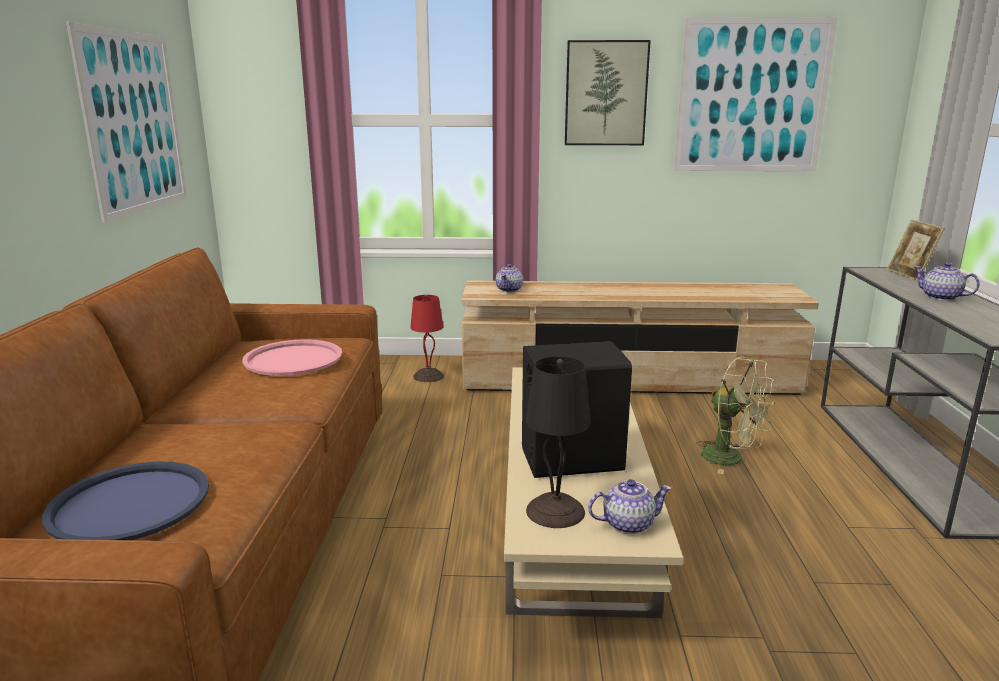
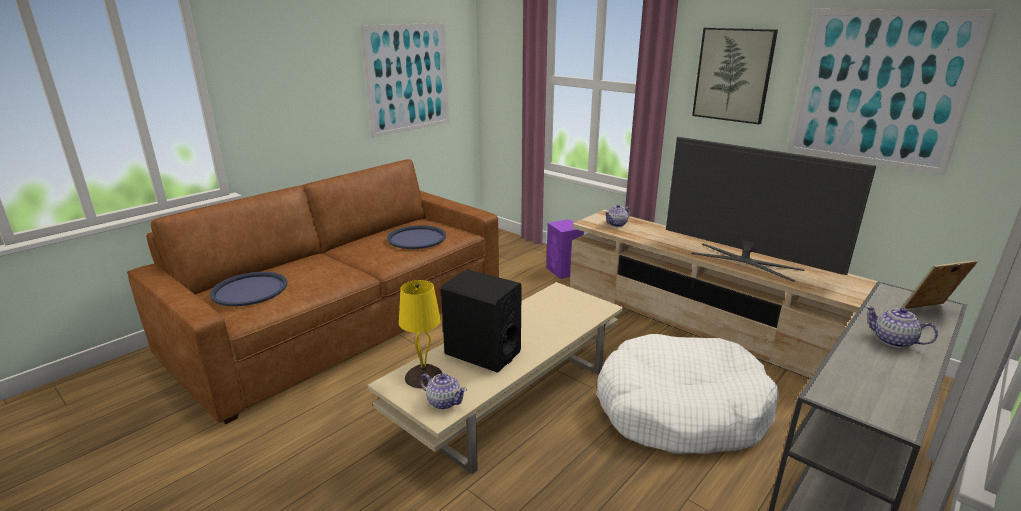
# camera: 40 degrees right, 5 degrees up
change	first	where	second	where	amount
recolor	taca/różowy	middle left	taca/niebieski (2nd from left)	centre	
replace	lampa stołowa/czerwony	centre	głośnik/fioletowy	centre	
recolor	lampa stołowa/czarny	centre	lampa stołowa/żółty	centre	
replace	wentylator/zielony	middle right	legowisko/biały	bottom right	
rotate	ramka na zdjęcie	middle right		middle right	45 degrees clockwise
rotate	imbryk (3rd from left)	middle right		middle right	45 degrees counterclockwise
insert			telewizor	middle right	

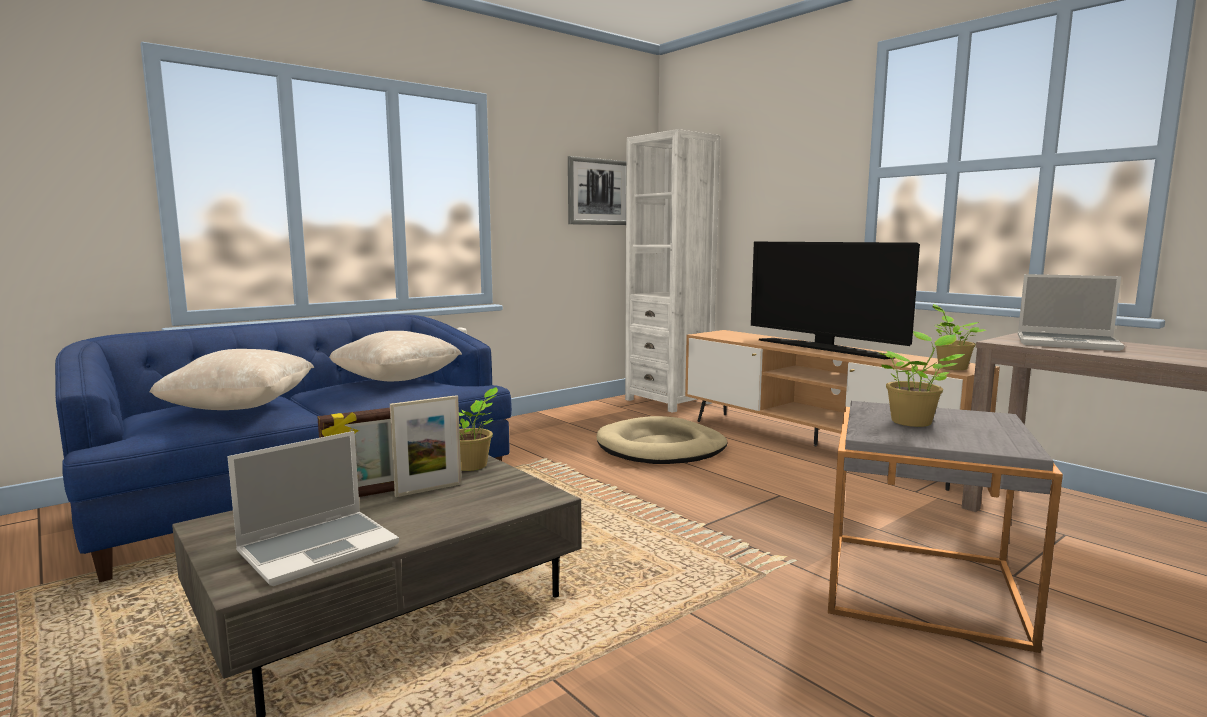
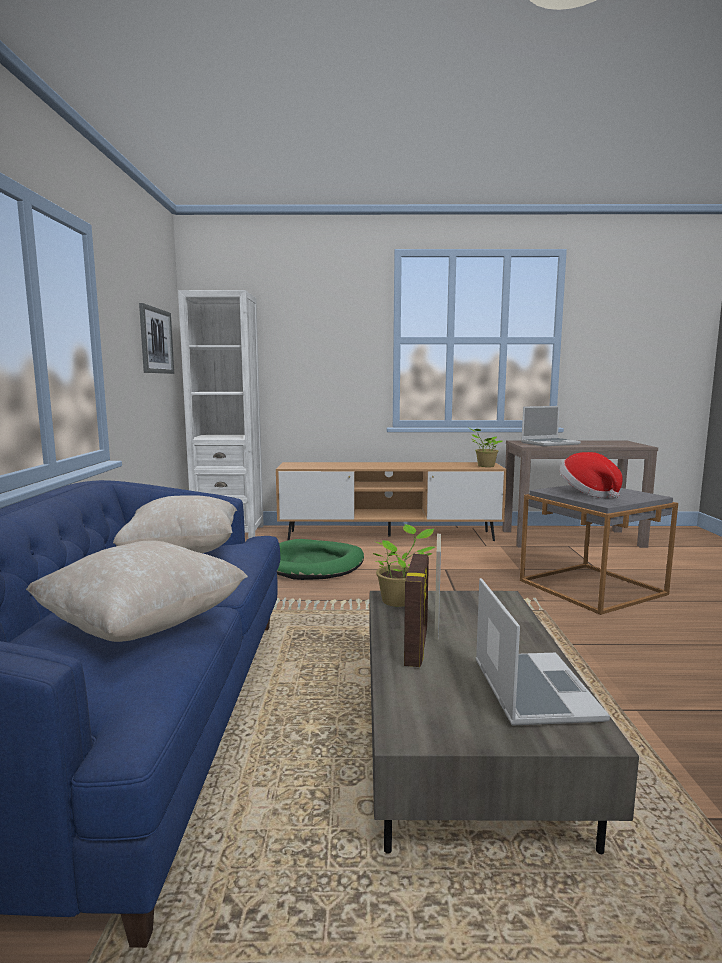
# camera: 50 degrees left, 0 degrees up
change	first	where	second	where	amount
recolor	legowisko/beżowy	centre	legowisko/zielony	centre	
delete	telewizor	middle right			
replace	roślina doniczkowa (2nd from left)	middle right	kapelusz	middle right	

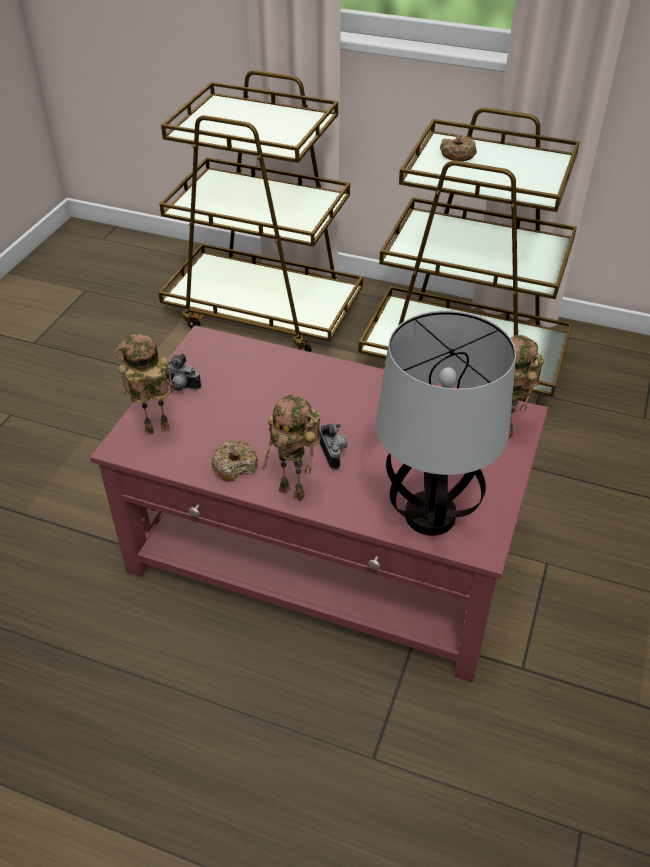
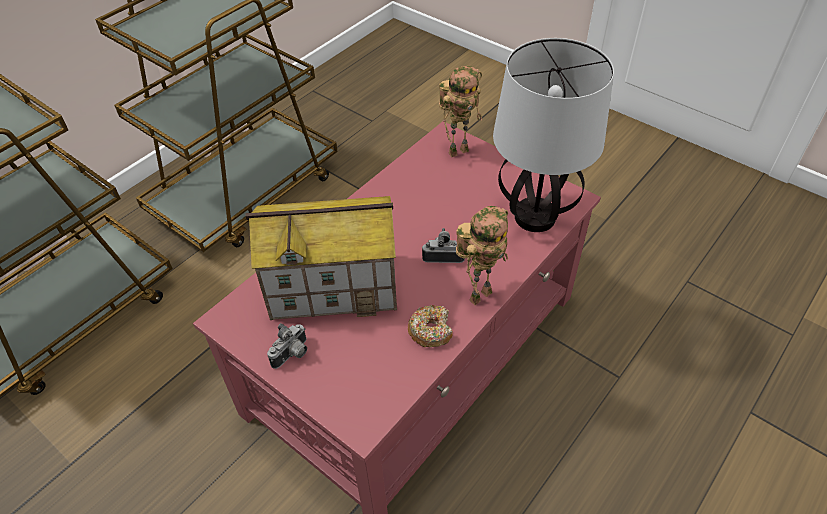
# camera: 70 degrees left, 5 degrees up
change	first	where	second	where	amount
delete	robot zabawkowy (1st from left)	middle left			
delete	donut (2nd from left)	top right			
insert			domek	centre	

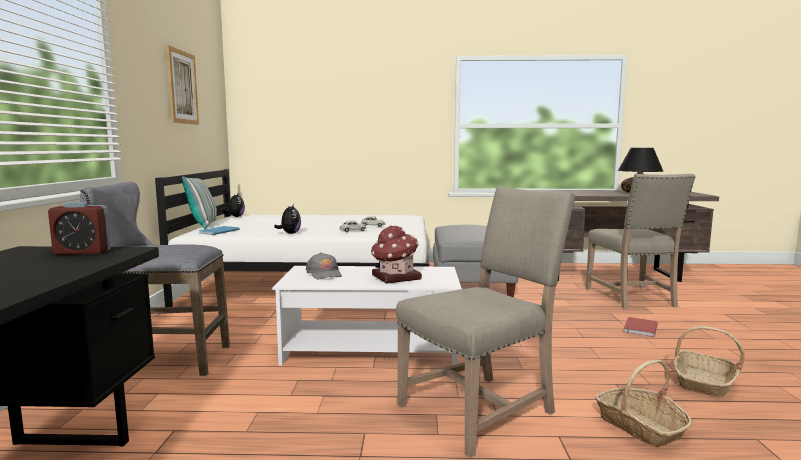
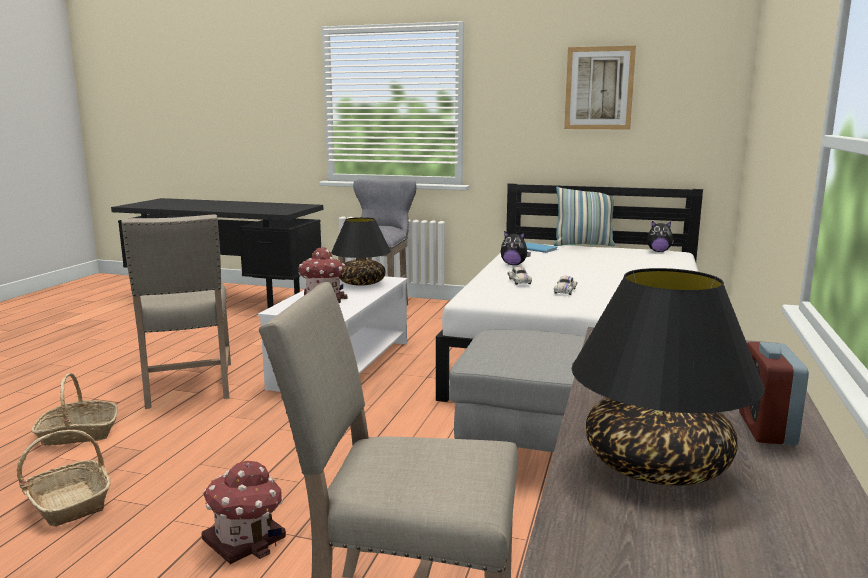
# camera: 105 degrees right, 5 degrees up
change	first	where	second	where	amount
move	budzik	middle left		bottom right	
replace	czapka z daszkiem/szary	centre	lampa stołowa/czarny (1st from left)	centre	
replace	książka/czerwony	bottom right	domek (1st from left)	bottom left	

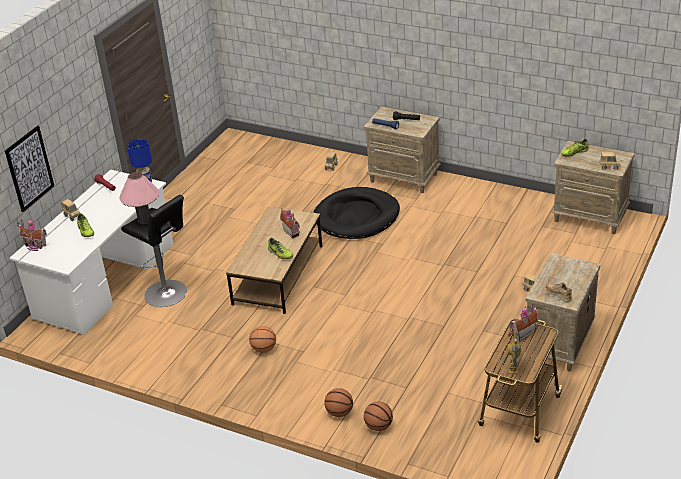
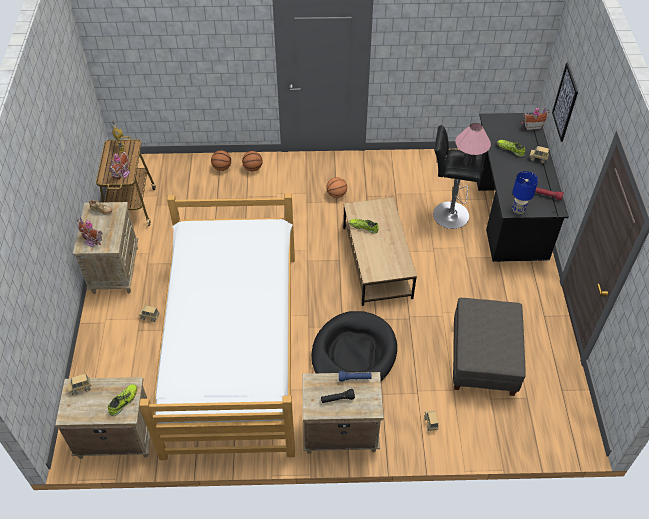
# camera: 150 degrees right, 15 degrees up
change	first	where	second	where	amount
recolor	biurko/biały	middle left	biurko/czarny	middle right	
move	domek (2nd from left in the first image)	centre	domek (1st from left)	middle left	
insert			łóżko	centre	
insert			pufa/szary	bottom right	

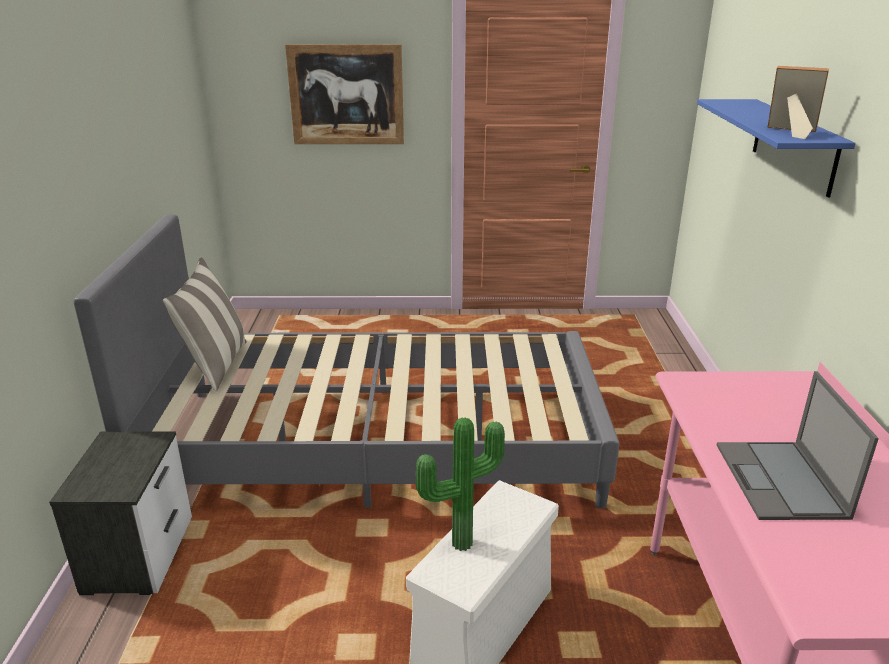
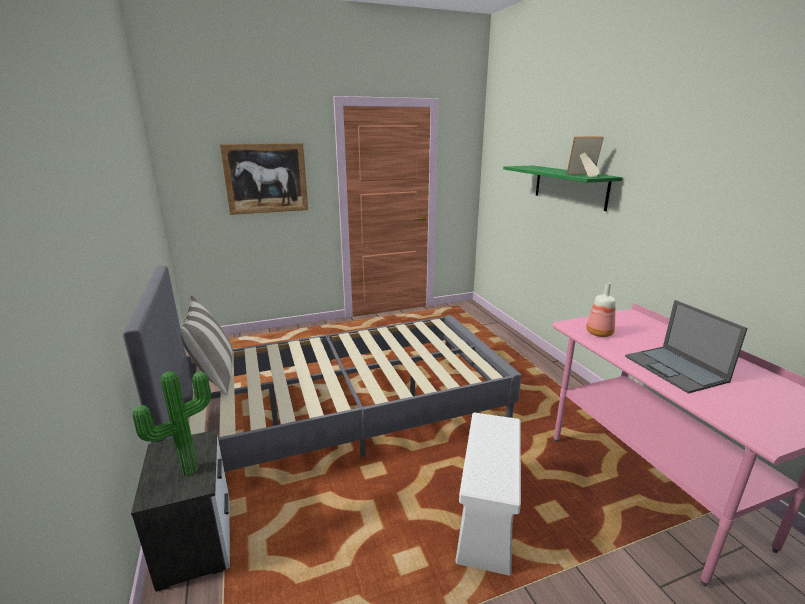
# camera: 20 degrees left, 5 degrees down
change	first	where	second	where	amount
move	roślina doniczkowa	bottom centre		bottom left	
recolor	półka/niebieski	top right	półka/zielony	top right	
insert			butelka	middle right	

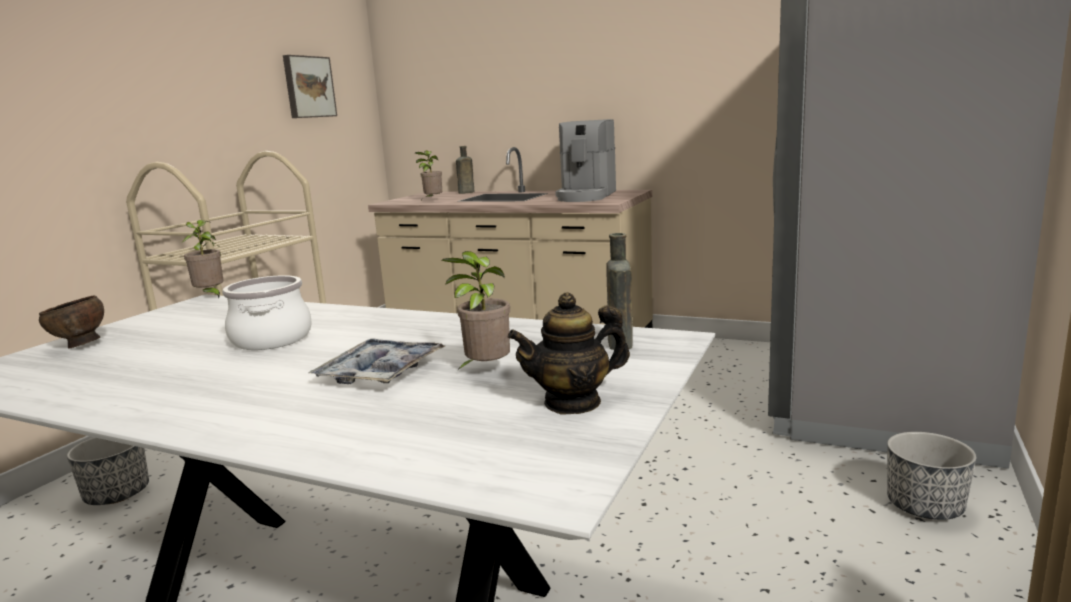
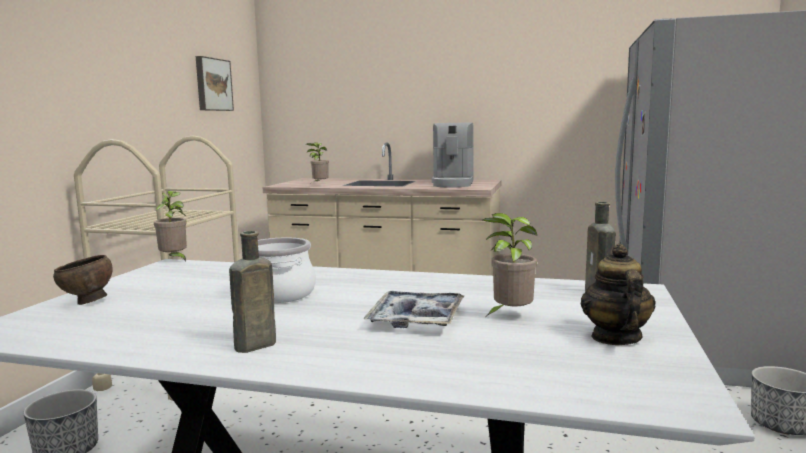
# camera: 10 degrees left, 5 degrees down
change	first	where	second	where	amount
move	butelka/brązowy (1st from left)	top centre		middle left	
rotate	imbryk	centre		middle right	120 degrees clockwise

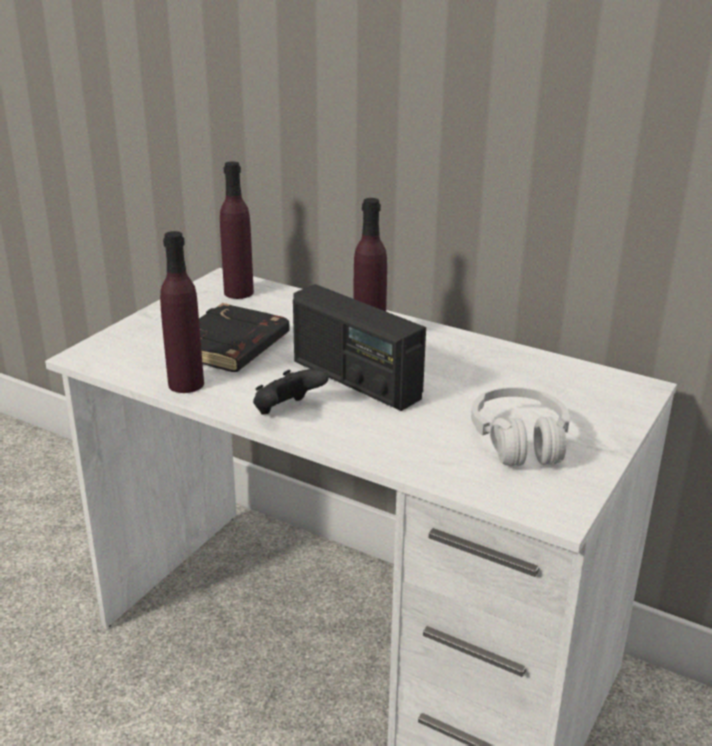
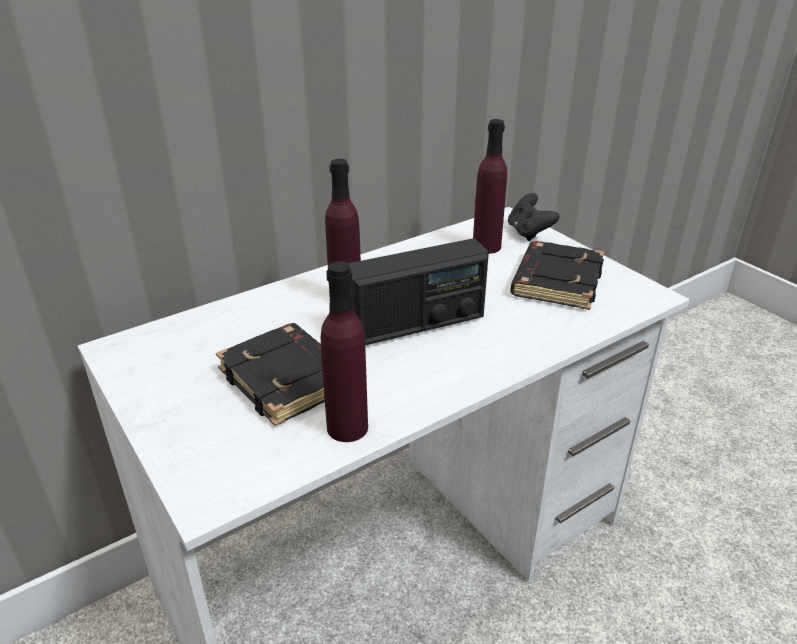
# camera: 65 degrees left, 5 degrees up
change	first	where	second	where	amount
move	butelka/fioletowy (2nd from left in the first image)	top left	butelka/fioletowy (3rd from left)	top centre	
move	pad do gier/czarny	centre		middle right	
replace	słuchawki/biały	middle right	książka/czarny (2nd from left)	middle right	

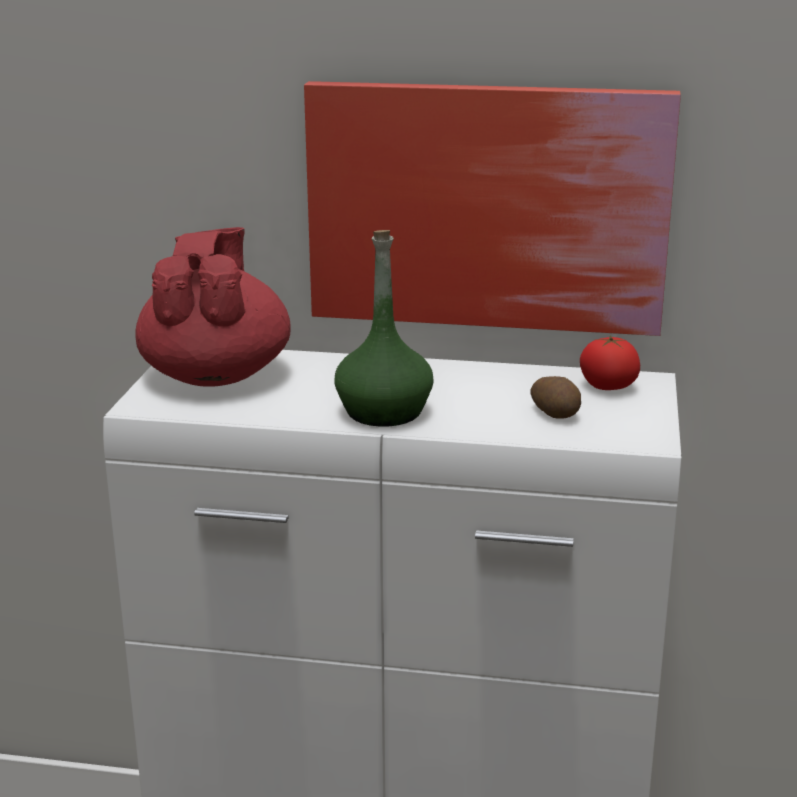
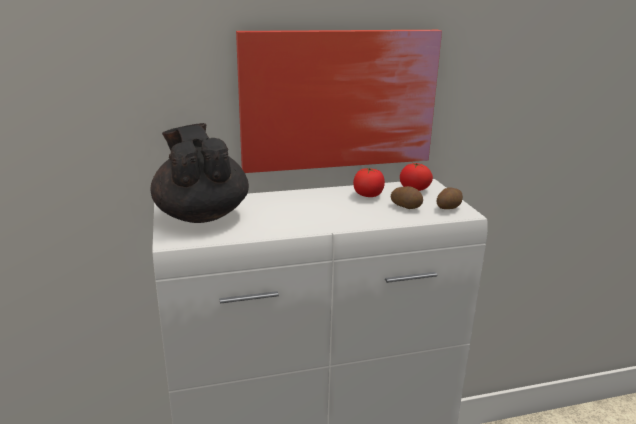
# camera: 25 degrees left, 0 degrees up
change	first	where	second	where	amount
recolor	imbryk/czerwony	middle left	imbryk/czarny	middle left	
delete	butelka/zielony	centre			
insert			pomidor (1st from left)	centre	
insert			ziemniak (2nd from left)	middle right	

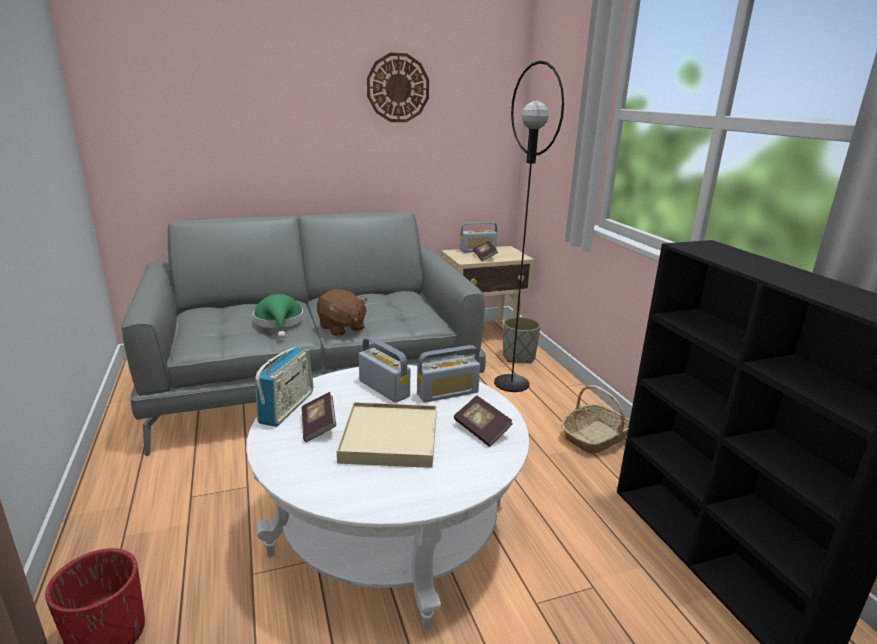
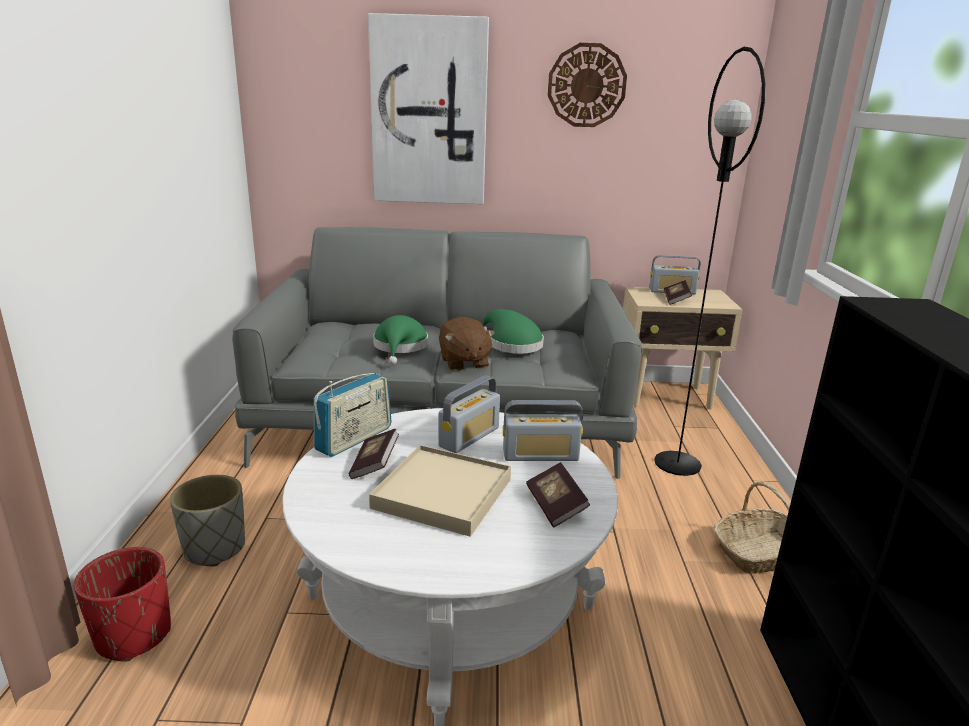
# camera: 20 degrees right, 0 degrees up
change	first	where	second	where	amount
rotate	radio (2nd from left)	centre		centre	60 degrees clockwise
move	donica/szary	centre		bottom left	
insert			obraz	top centre	
insert			kapelusz/zielony (2nd from left)	centre	

